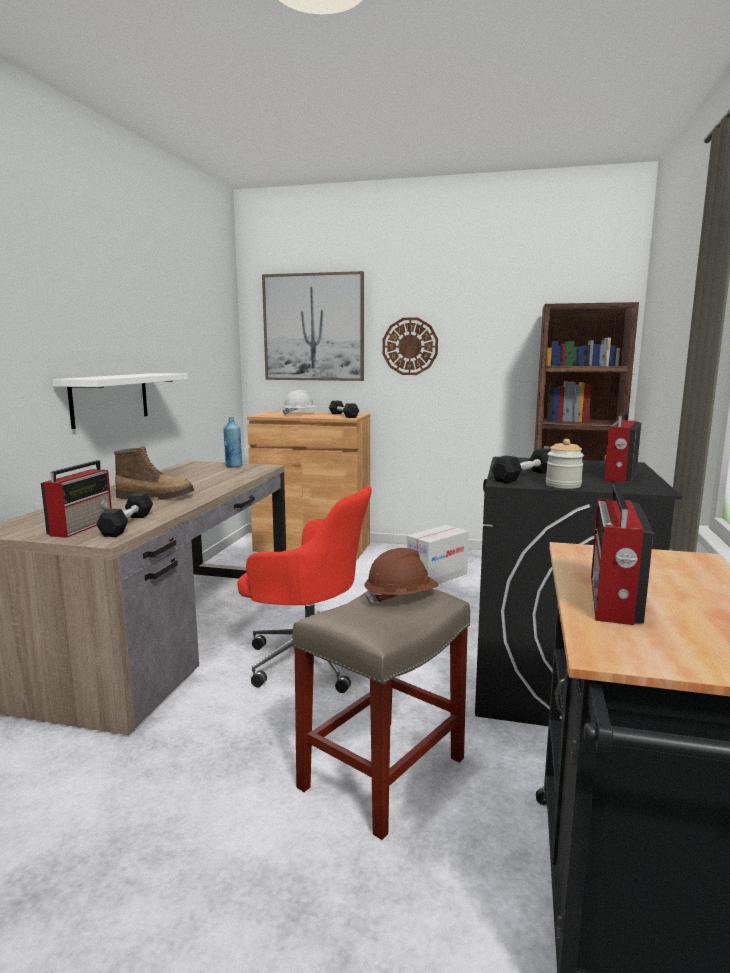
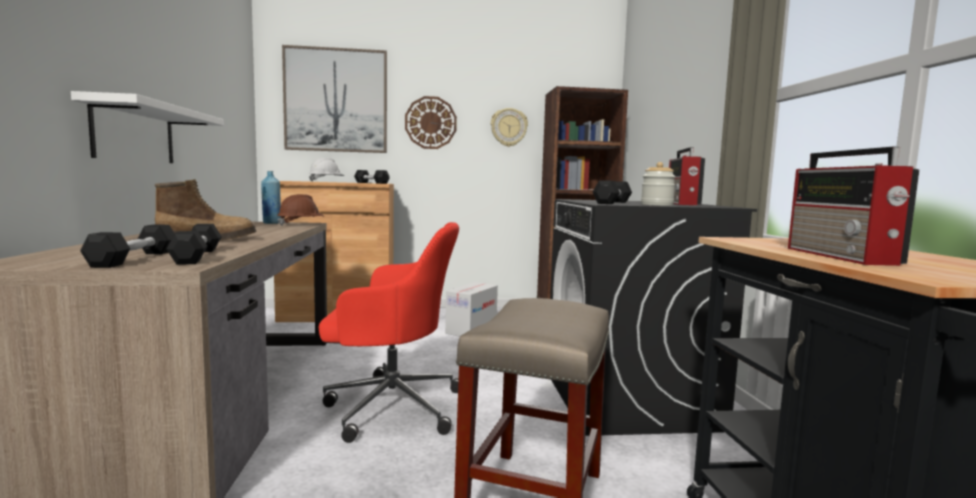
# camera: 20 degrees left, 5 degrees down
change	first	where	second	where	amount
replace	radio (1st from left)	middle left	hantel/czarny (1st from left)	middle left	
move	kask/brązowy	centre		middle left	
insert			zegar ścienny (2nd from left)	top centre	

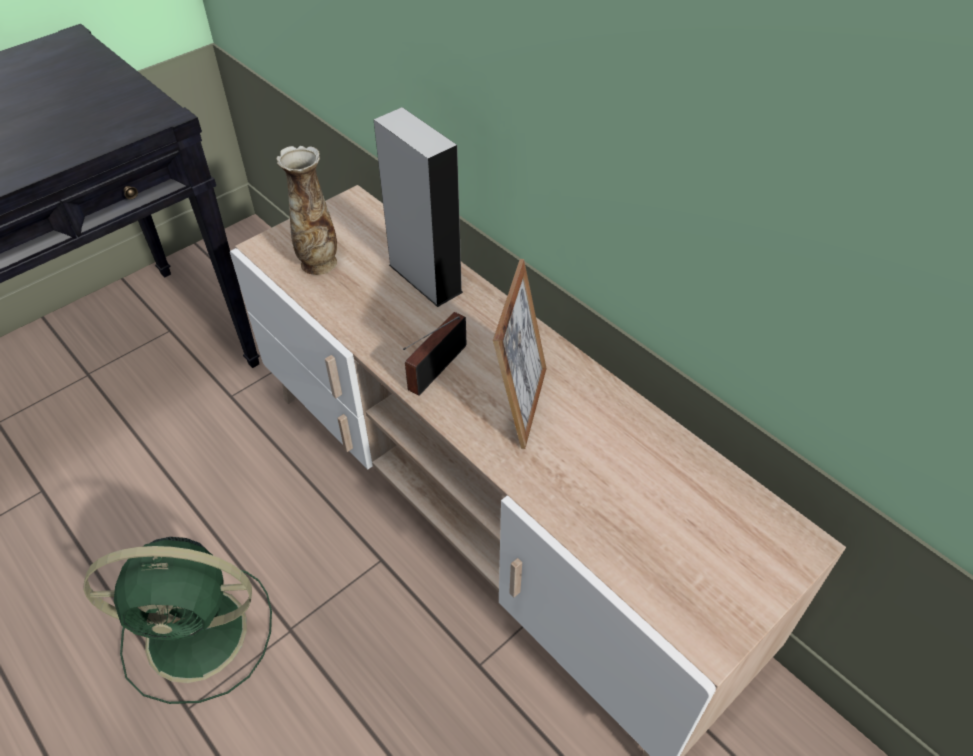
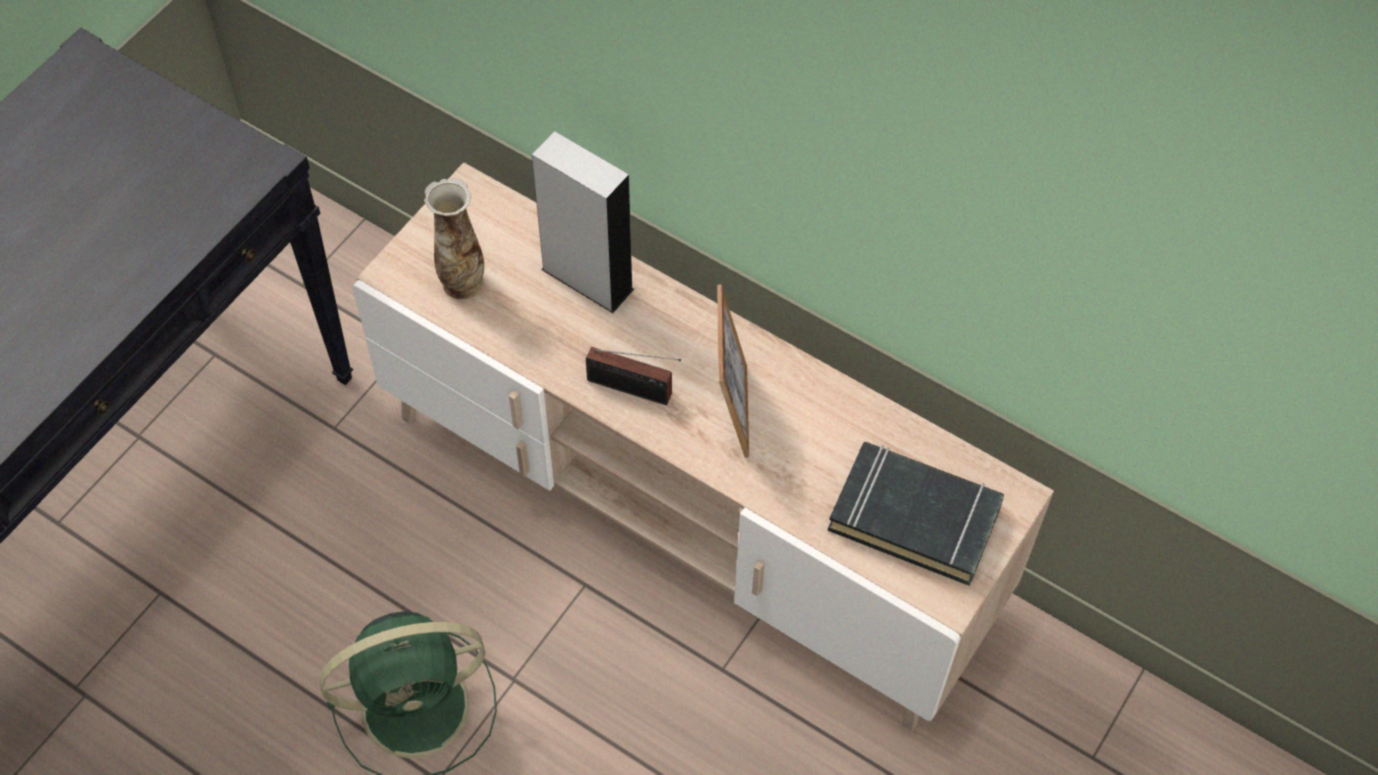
# camera: 15 degrees left, 10 degrees up
change	first	where	second	where	amount
rotate	radio	centre		centre	90 degrees counterclockwise
insert			książka/czarny	centre	

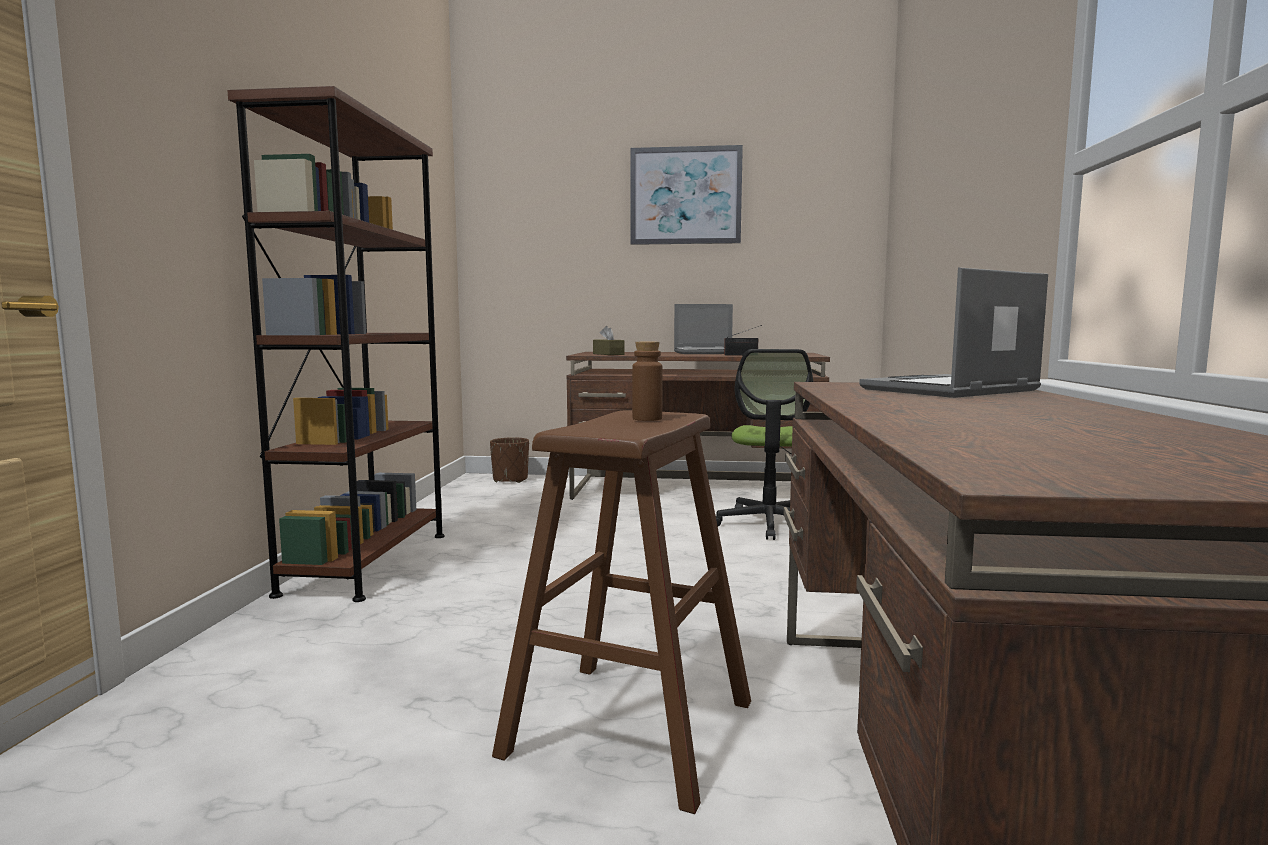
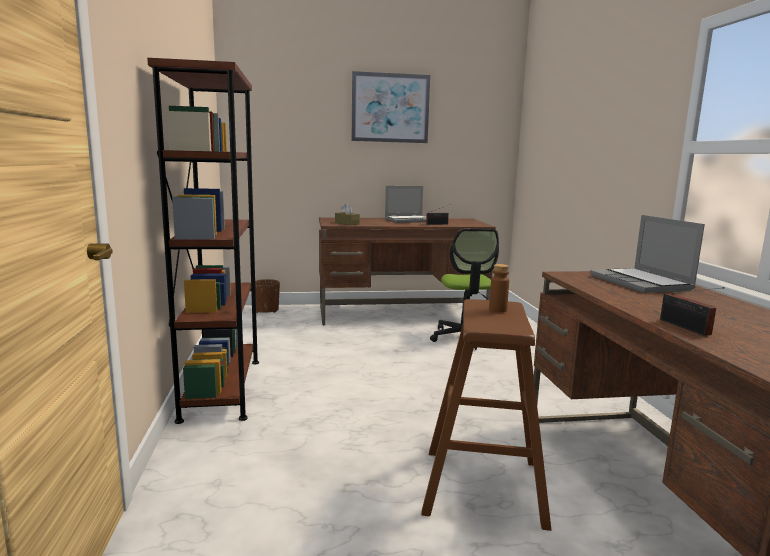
# camera: 15 degrees left, 5 degrees up
change	first	where	second	where	amount
rotate	laptop (2nd from left)	middle right		middle right	60 degrees counterclockwise
insert			radio (2nd from left)	middle right	

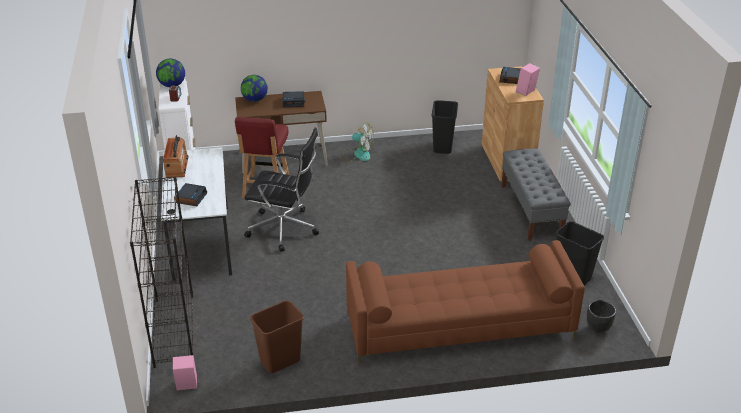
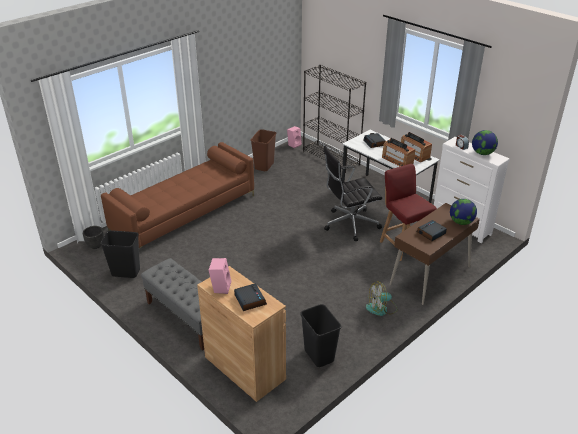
# camera: 145 degrees right, 0 degrees up
change	first	where	second	where	amount
insert			radio (1st from left)	middle right	

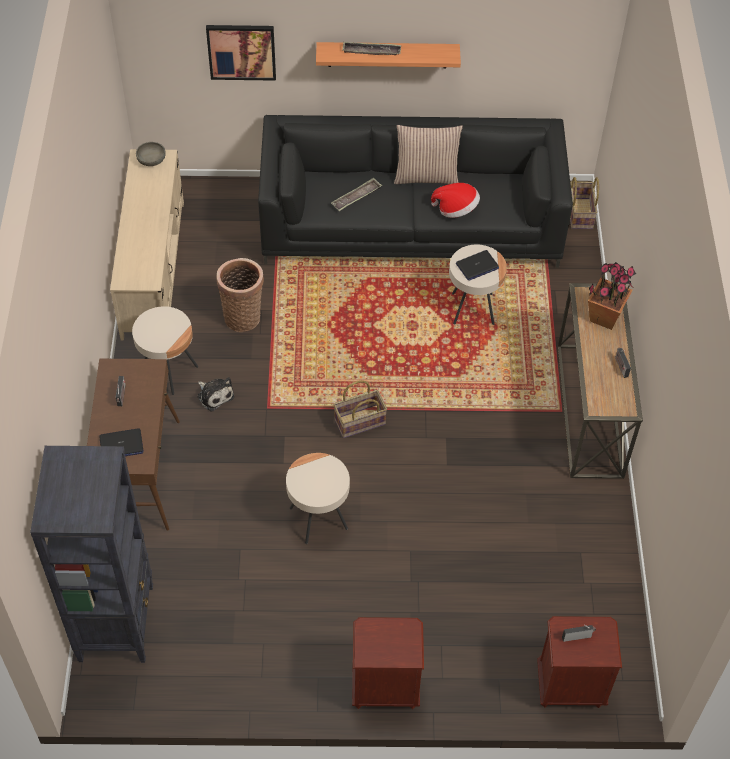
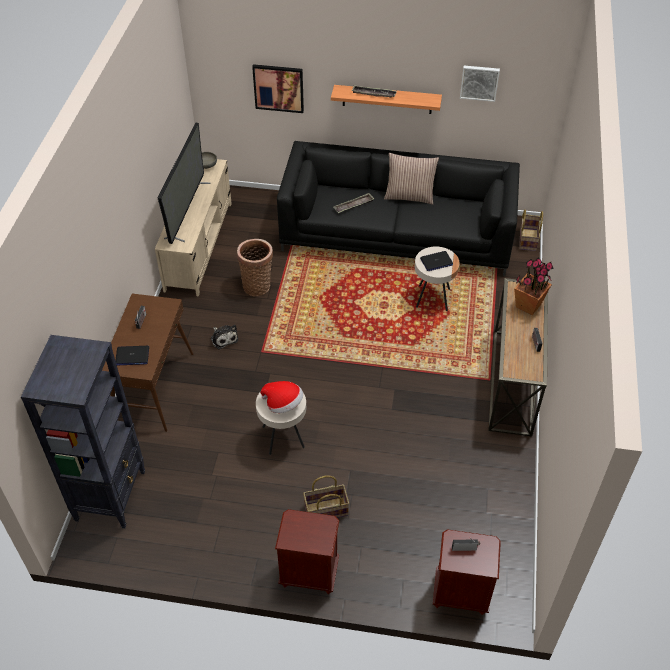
# camera: 10 degrees right, 5 degrees down
change	first	where	second	where	amount
delete	stolik/beżowy (1st from left)	middle left			
move	koszyk (2nd from left)	centre		bottom centre	
move	kapelusz	top centre		centre	
insert			telewizor	top left	
insert			obraz (2nd from left)	top right	

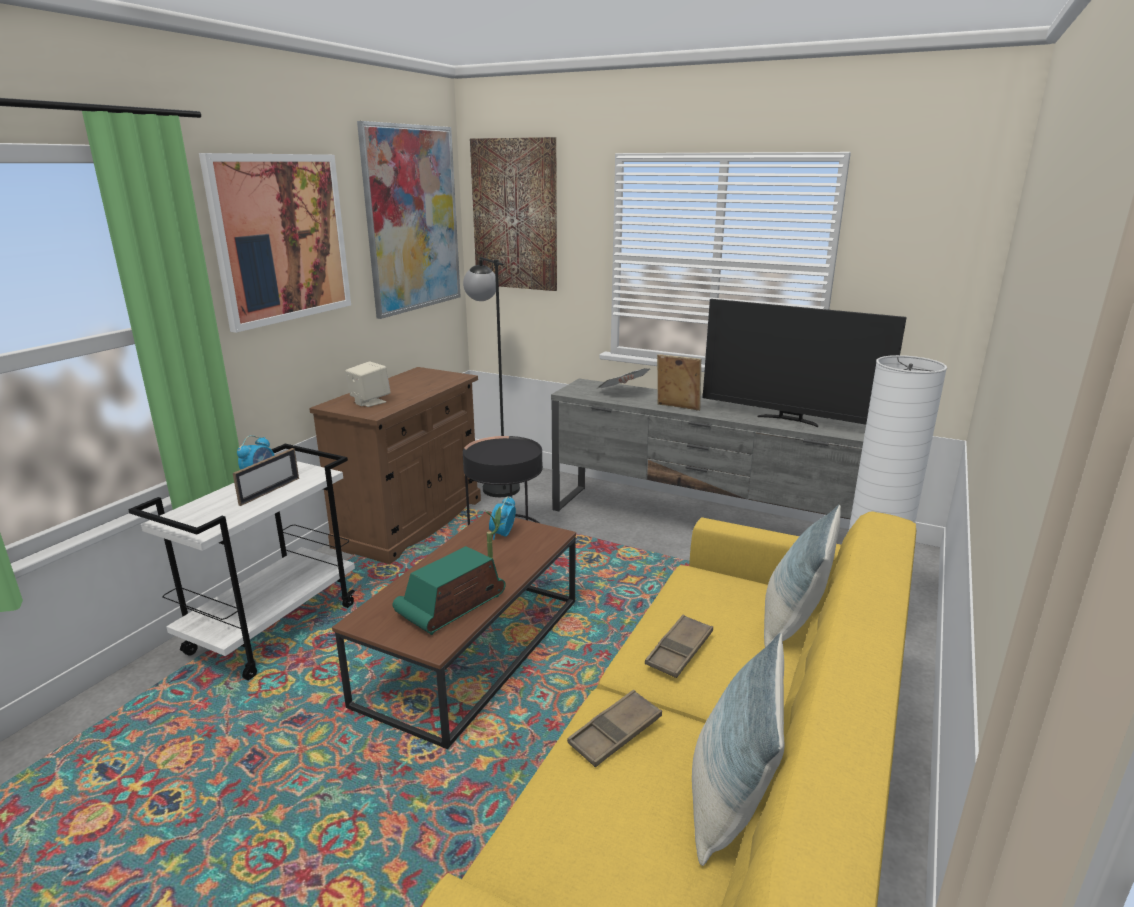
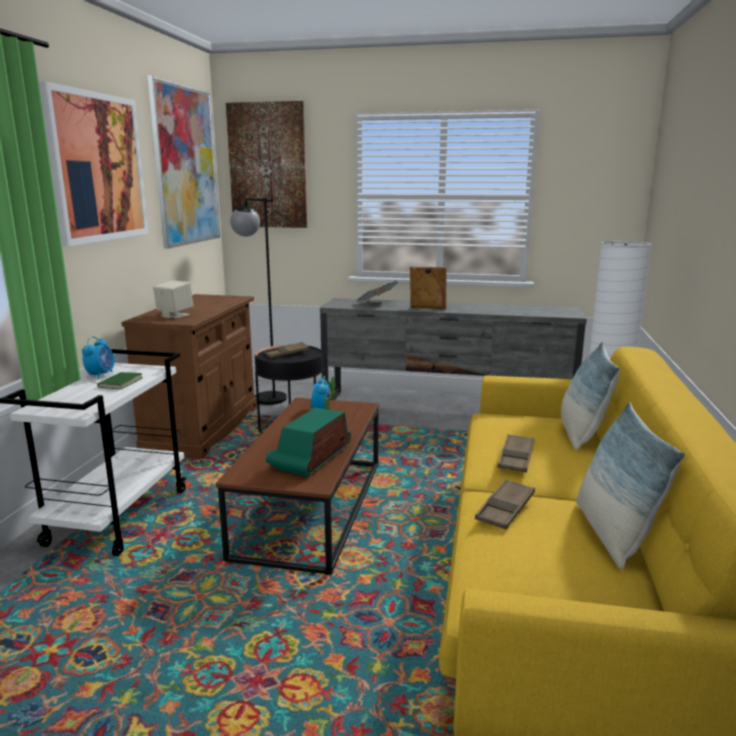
# camera: 15 degrees left, 5 degrees down
change	first	where	second	where	amount
replace	ramka na zdjęcie (1st from left)	middle left	książka/zielony	middle left	
delete	telewizor	middle right			
insert			taca/brązowy (1st from left)	centre	

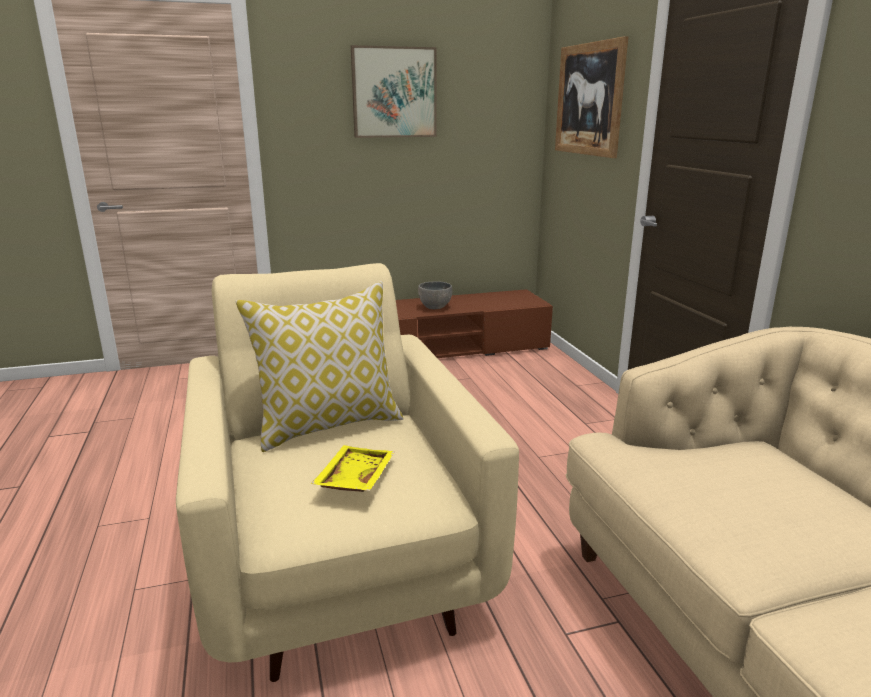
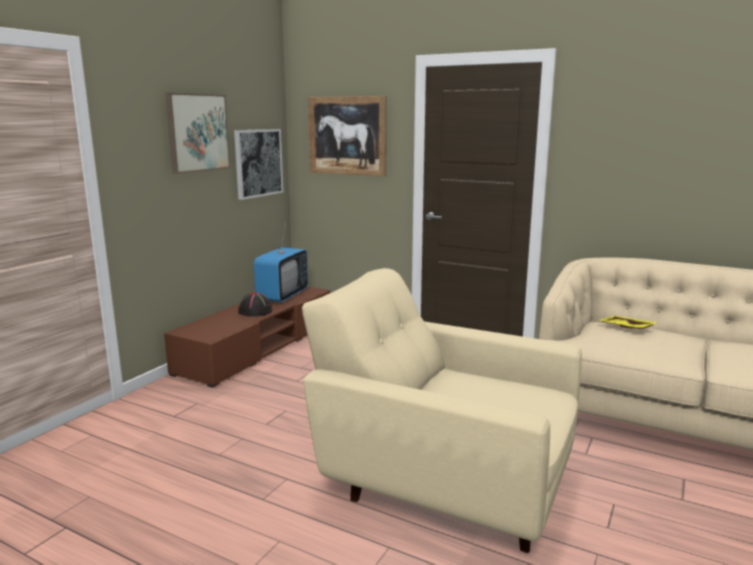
# camera: 45 degrees left, 5 degrees down
change	first	where	second	where	amount
delete	poduszka	centre			
move	taca/żółty	bottom centre		middle right	
replace	miska/szary	centre	kapelusz/czarny	centre	
insert			obraz (2nd from left)	top centre	
insert			telewizor	centre	

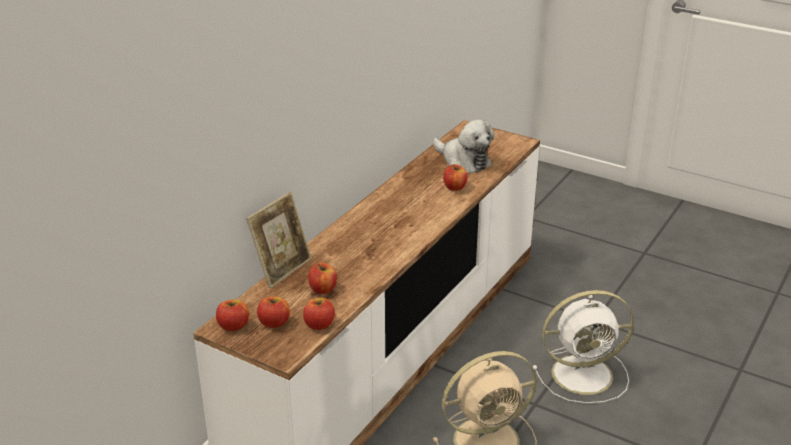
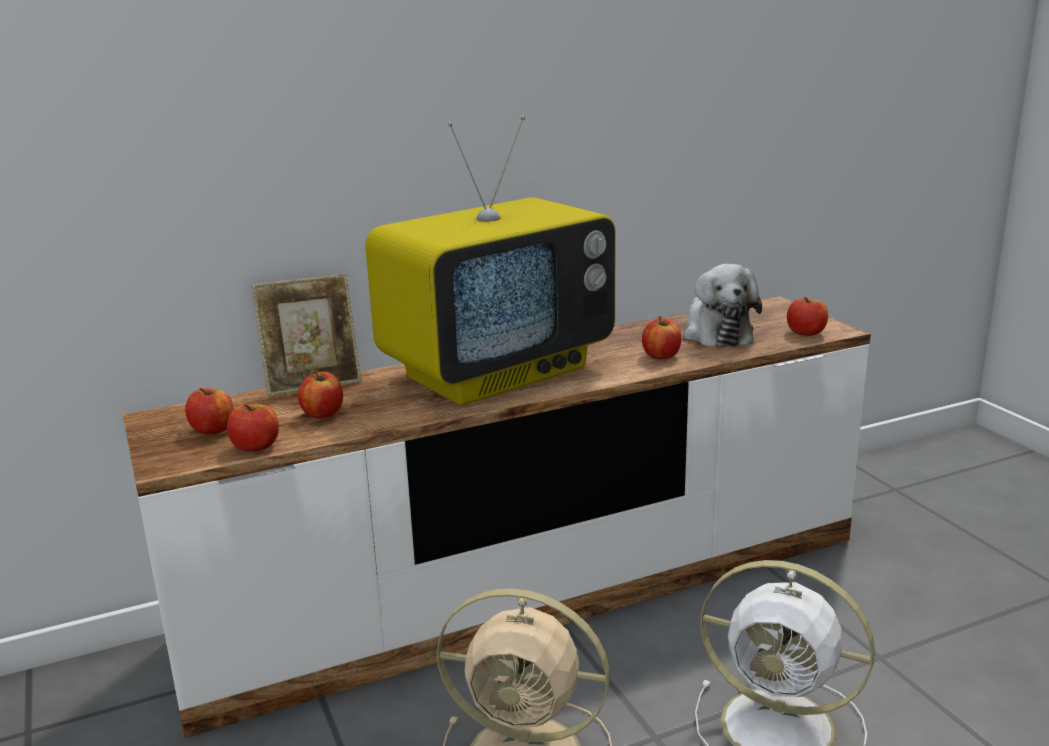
# camera: 35 degrees right, 10 degrees down
change	first	where	second	where	amount
move	jabłko (1st from left in the first image)	bottom left	jabłko (5th from left)	middle right	
insert			telewizor	centre	

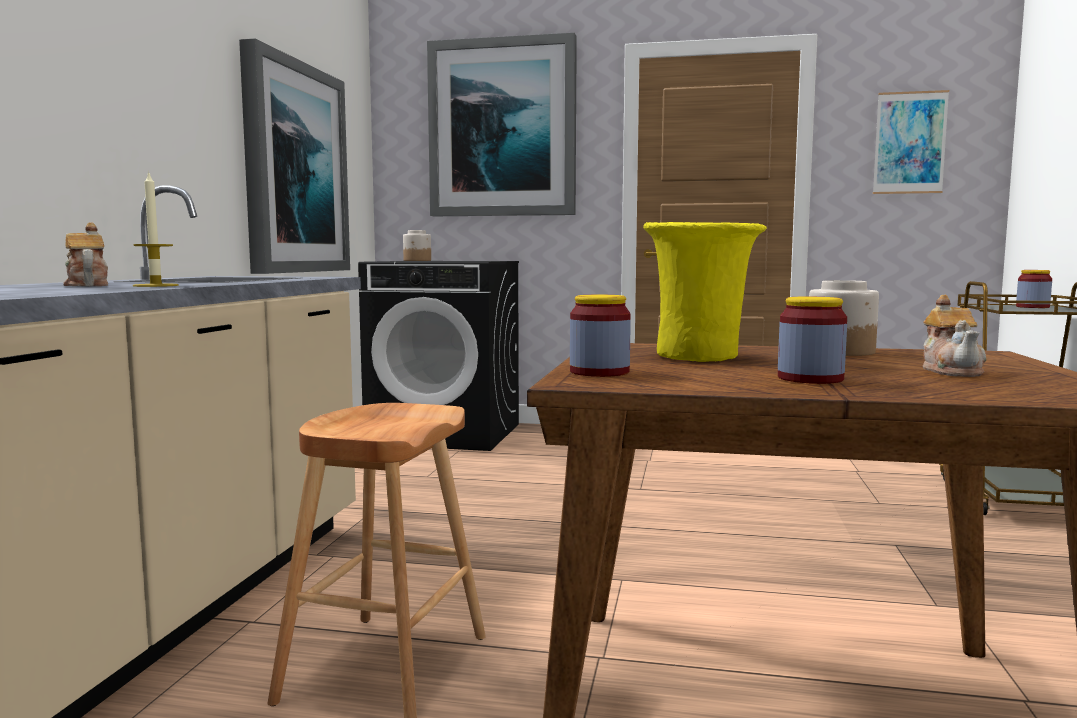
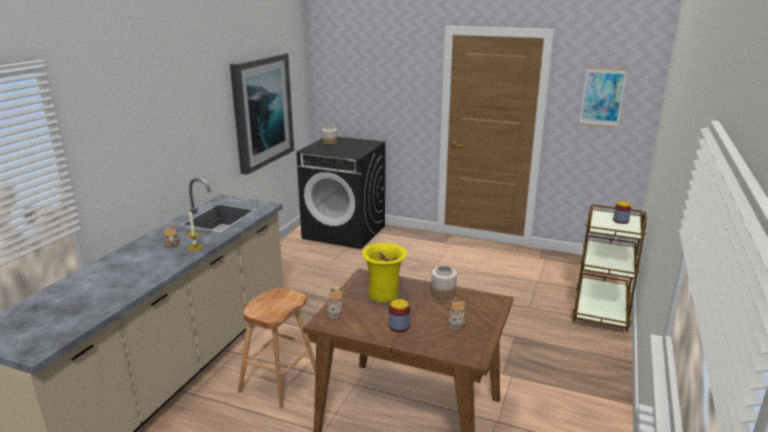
# camera: 10 degrees right, 15 degrees up
change	first	where	second	where	amount
delete	obraz (2nd from left)	top centre			
replace	słoik (2nd from left)	centre	imbryk (2nd from left)	bottom centre	

